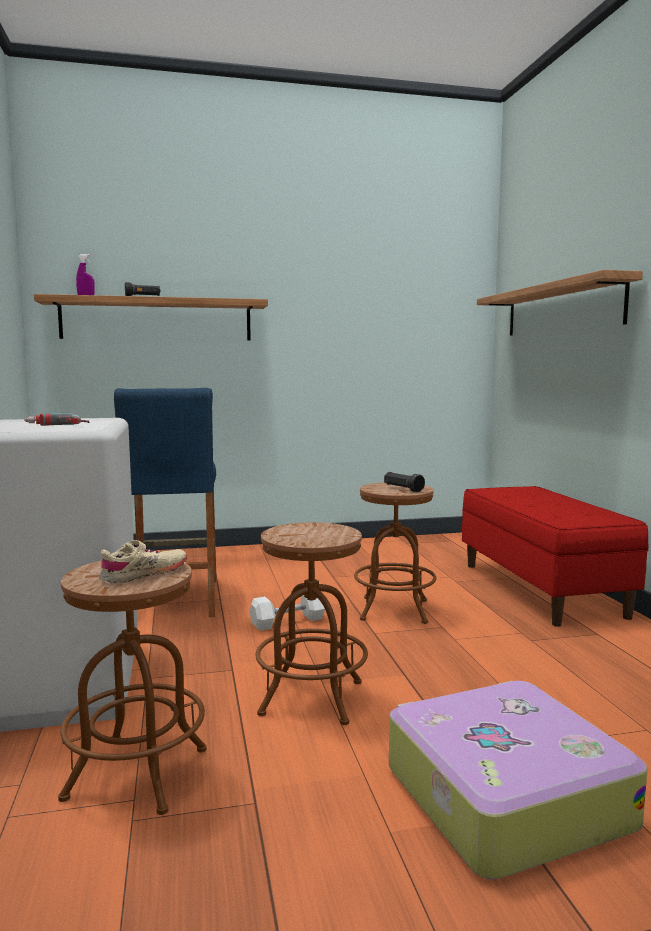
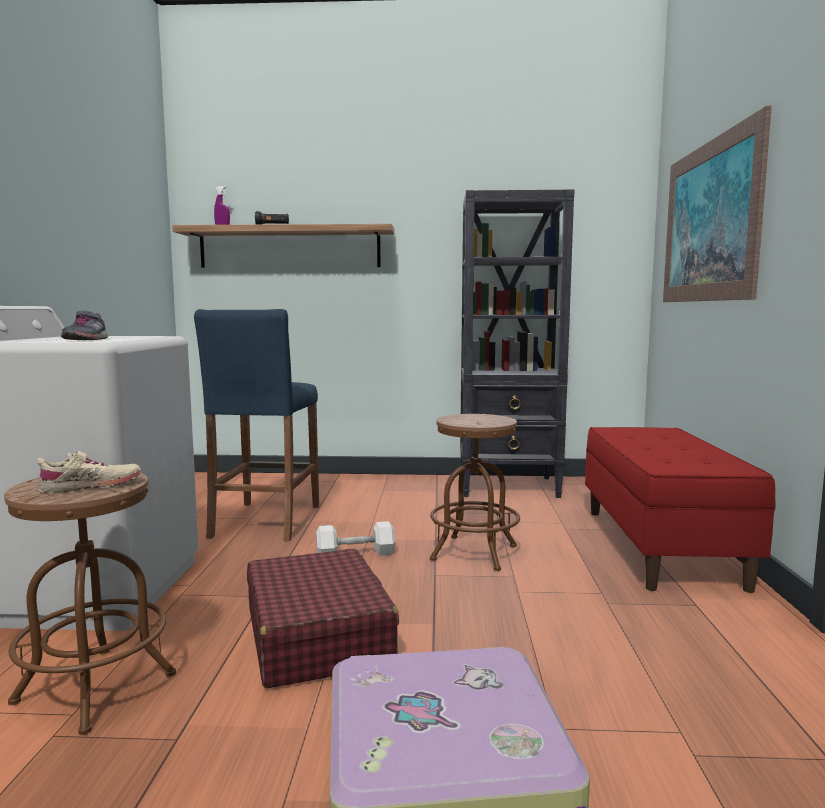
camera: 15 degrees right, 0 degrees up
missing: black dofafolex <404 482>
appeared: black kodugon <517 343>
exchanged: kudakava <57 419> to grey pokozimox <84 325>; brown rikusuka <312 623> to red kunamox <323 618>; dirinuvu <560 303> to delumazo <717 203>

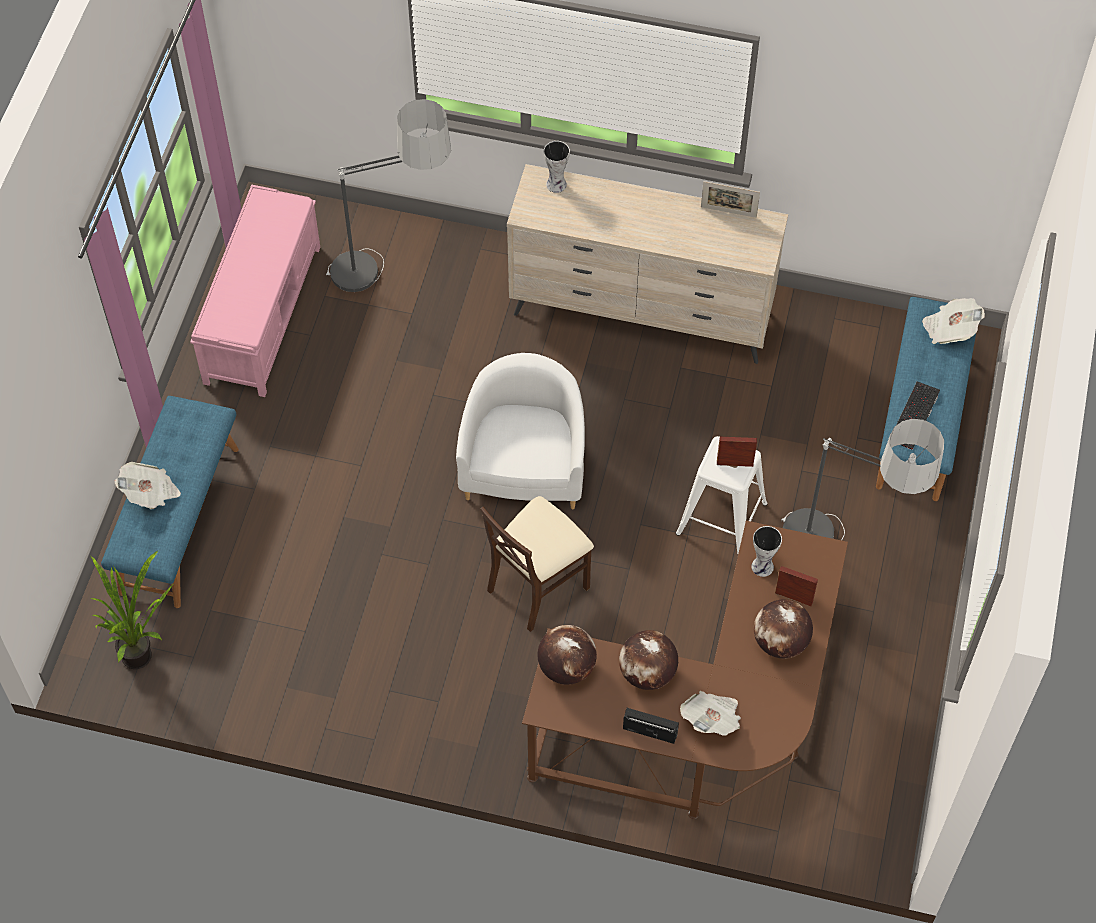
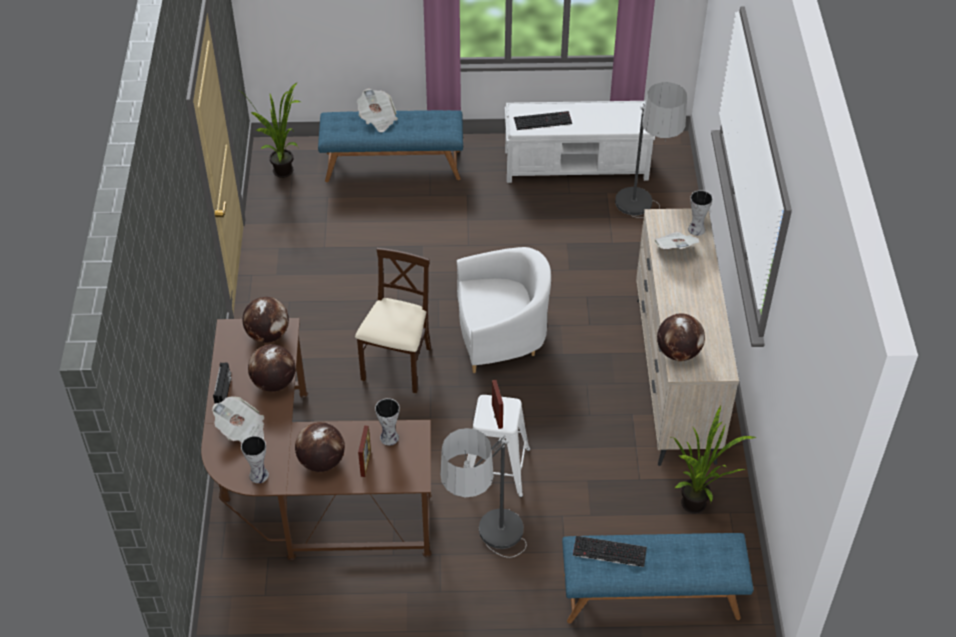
camera: 75 degrees right, 10 degrees down
missing: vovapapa <730 199>
appeared: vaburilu <255 459>; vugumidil <543 120>; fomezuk <681 337>; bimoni <713 459>
relocated: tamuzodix <953 321> to <676 240>
colour: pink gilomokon <255 291> to white gilomokon <580 142>
spun: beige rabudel <537 564> = <393 321> 75 degrees clockwise

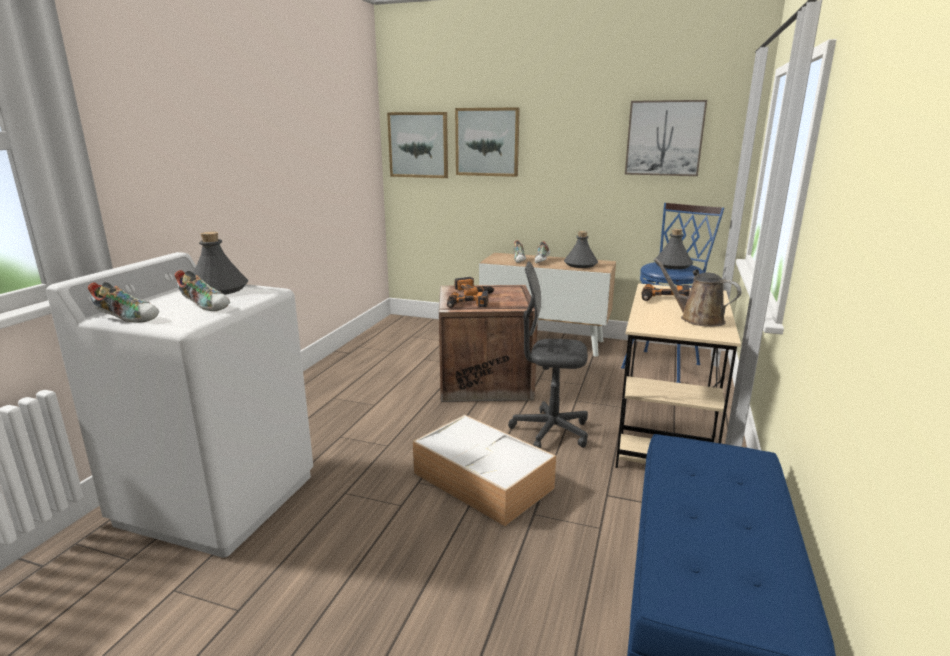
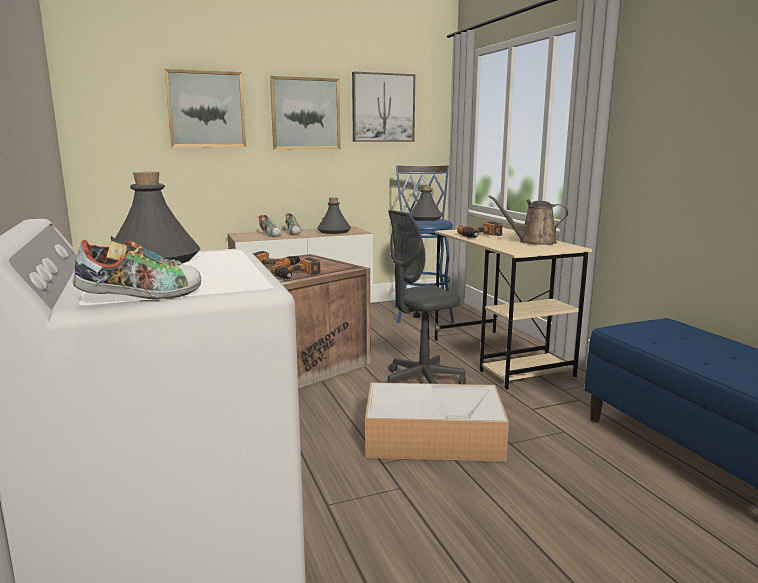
camera: 40 degrees left, 5 degrees down
missing: pokozimox <202 290>
relocated: delumazo <417 145> to <305 112>

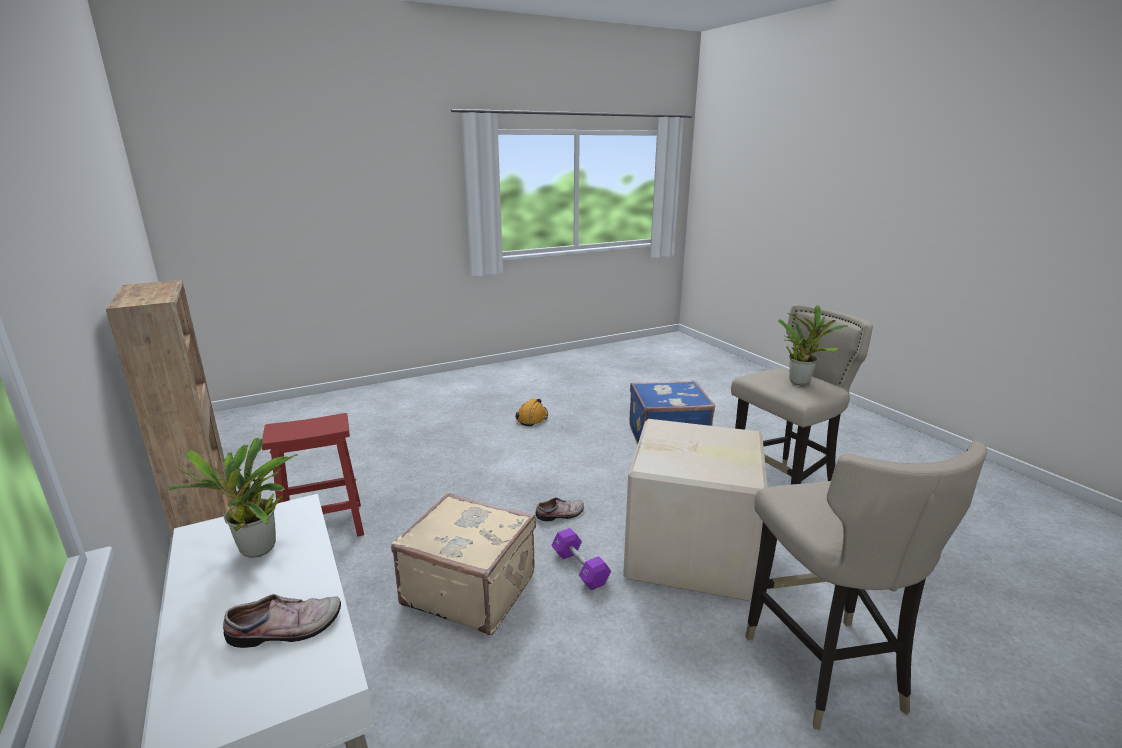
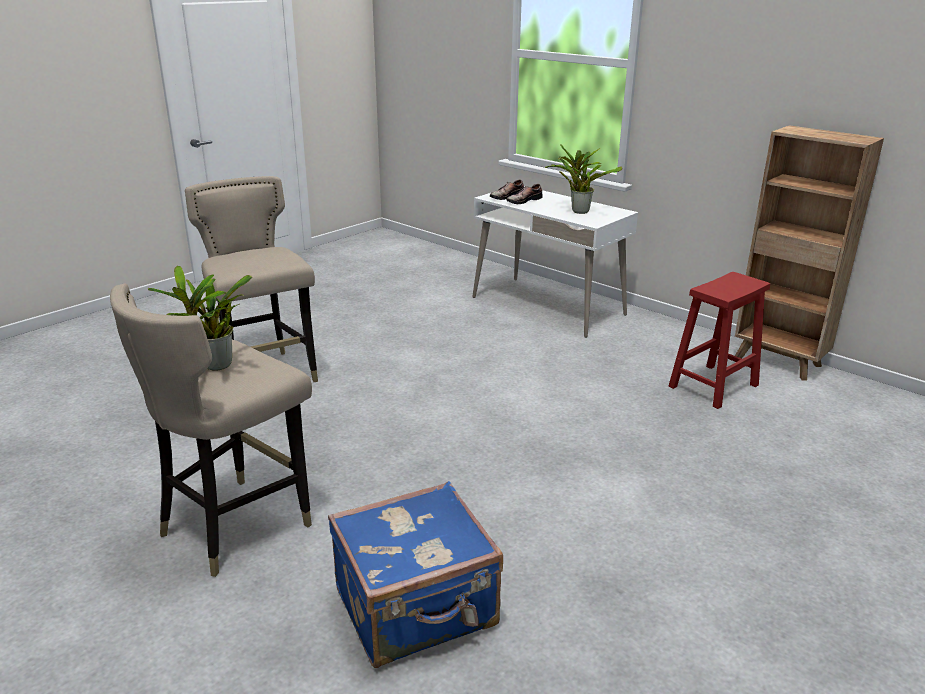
camera: 160 degrees right, 5 degrees up
missing: beige kunamox <463 564>; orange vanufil <531 412>; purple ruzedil <581 559>; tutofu <695 510>
relocated: pokozimox <559 509> to <507 189>

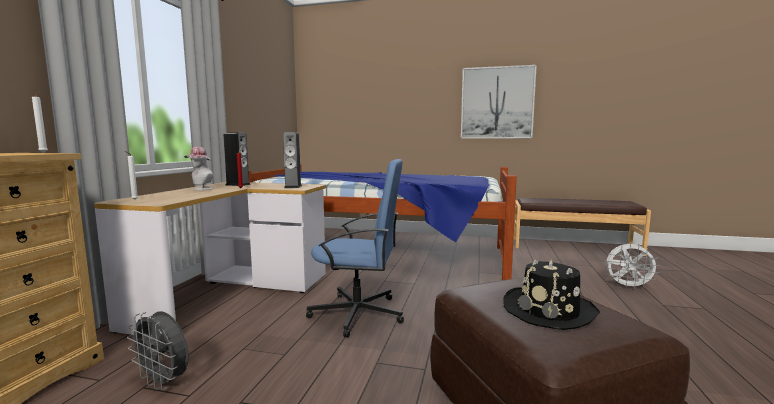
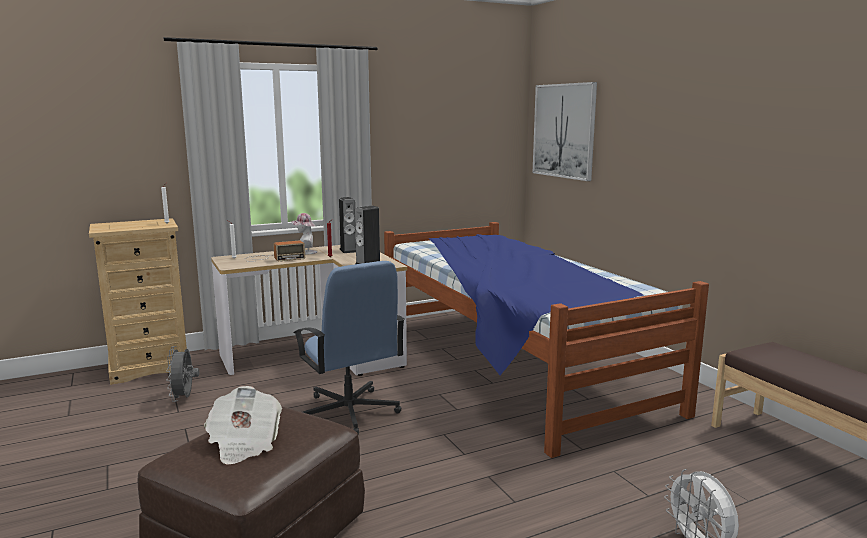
camera: 50 degrees right, 5 degrees up
appeared: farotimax <274 251>
relocated: delumazo <499 102> to <565 131>
exchanged: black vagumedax <552 295> to tamuzodix <243 425>

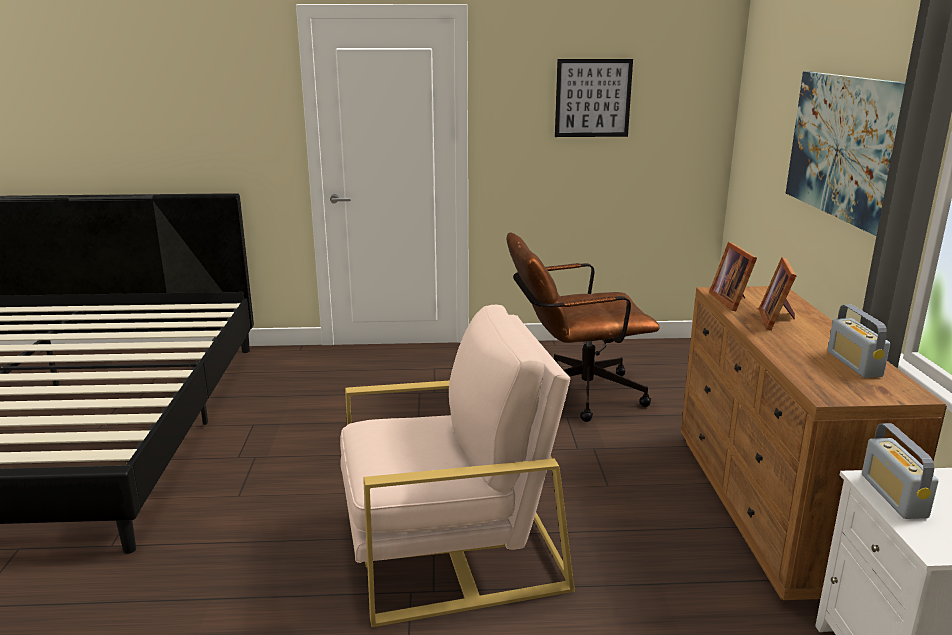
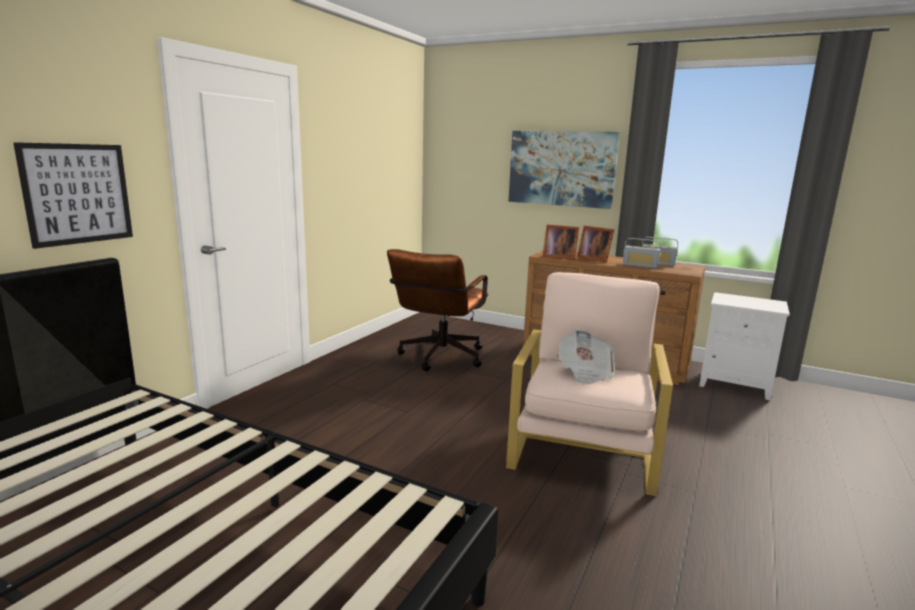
camera: 60 degrees left, 5 degrees down
appeared: tamuzodix <586 357>
relocated: delumazo <594 98> to <73 195>; farotimax <900 471> to <642 253>

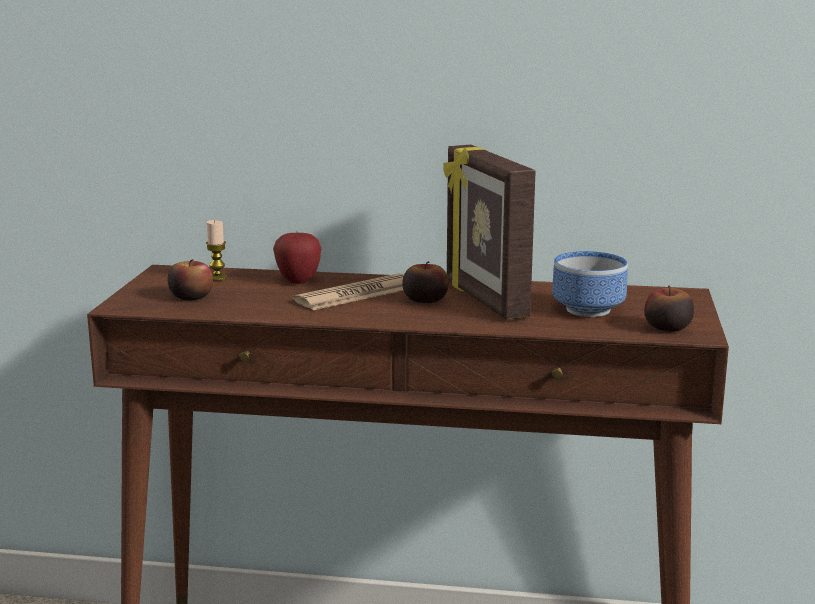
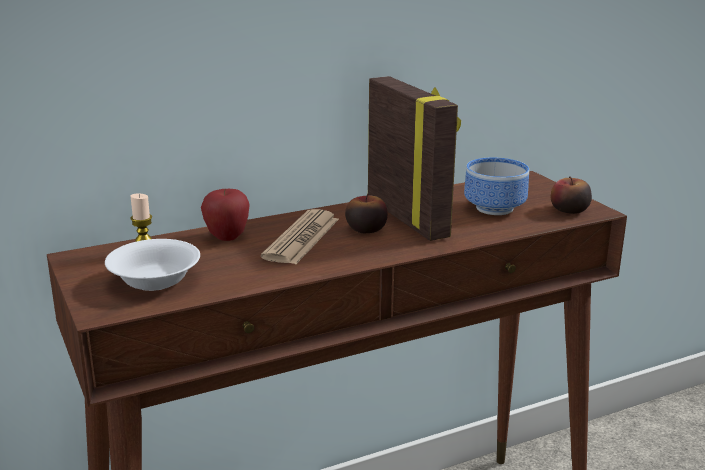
camera: 35 degrees left, 5 degrees up
exchanged: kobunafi <190 280> to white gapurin <152 265>
spun: vovapapa <489 232> = <414 158> 150 degrees counterclockwise

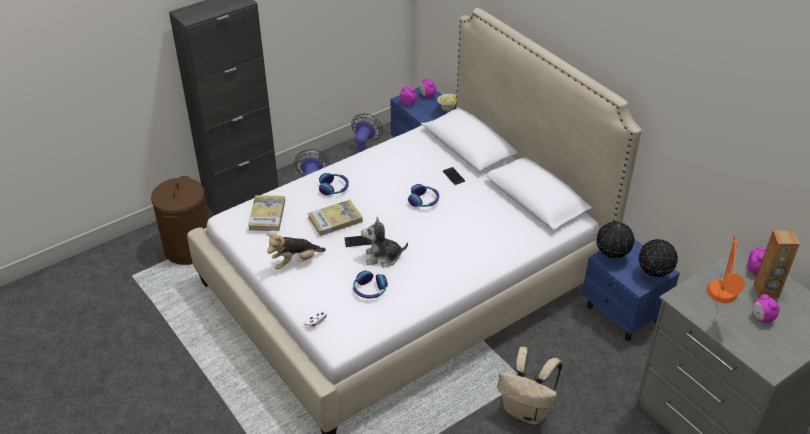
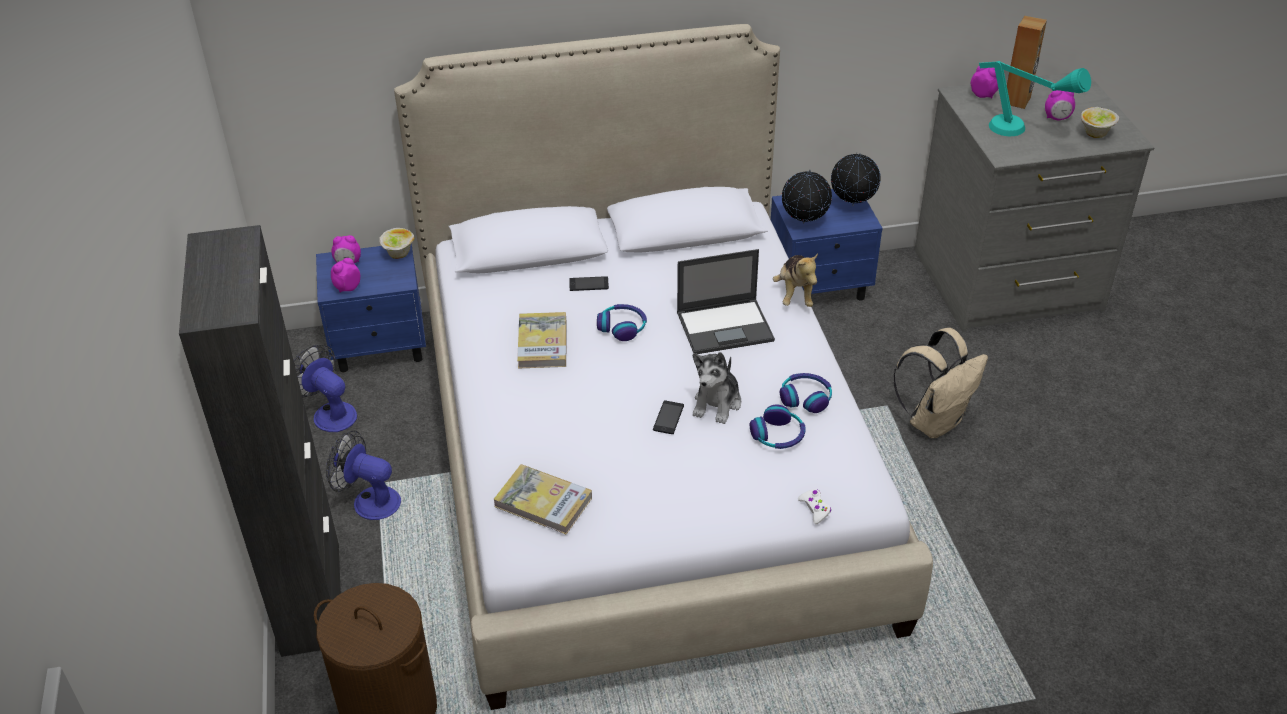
camera: 65 degrees left, 0 degrees up
appeared: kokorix <726 301>; gapurin <1100 122>
relocated: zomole <296 251> to <795 280>; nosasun <335 218> to <541 340>; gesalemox <334 184> to <806 393>
colour: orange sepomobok <726 269> to turquoise sepomobok <1035 98>

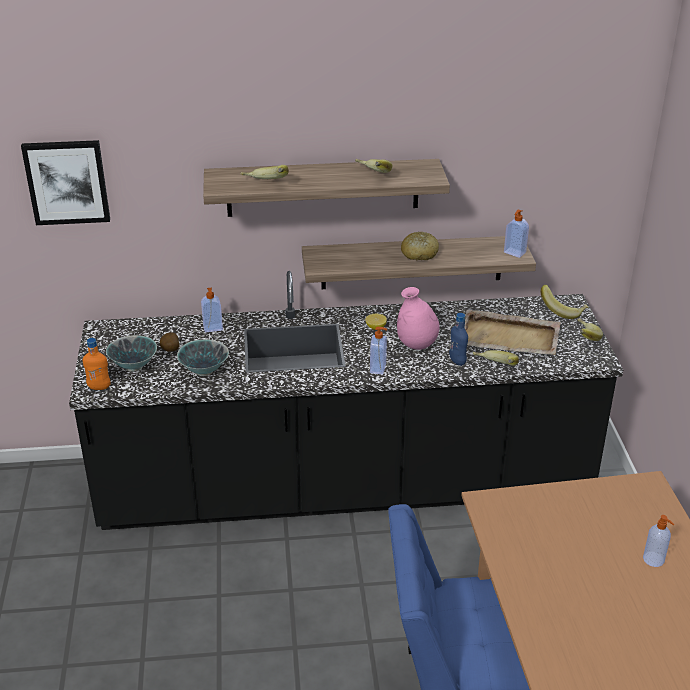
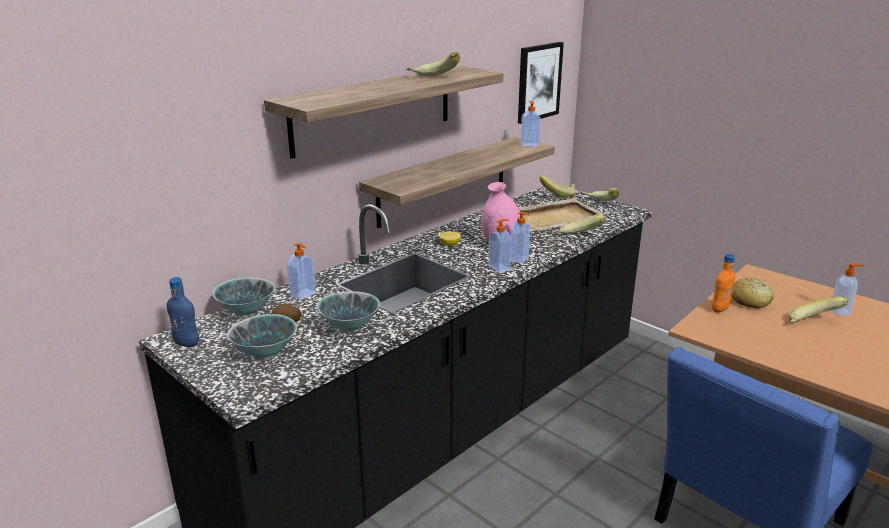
camera: 40 degrees left, 10 degrees down
appeared: gapurin <244 297>; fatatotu <520 238>
relocated: delumazo <65 182> to <541 83>; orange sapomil <97 364> to <723 283>; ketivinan <265 172> to <818 309>; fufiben <420 246> to <752 293>; blue sapomil <458 339> to <183 312>

